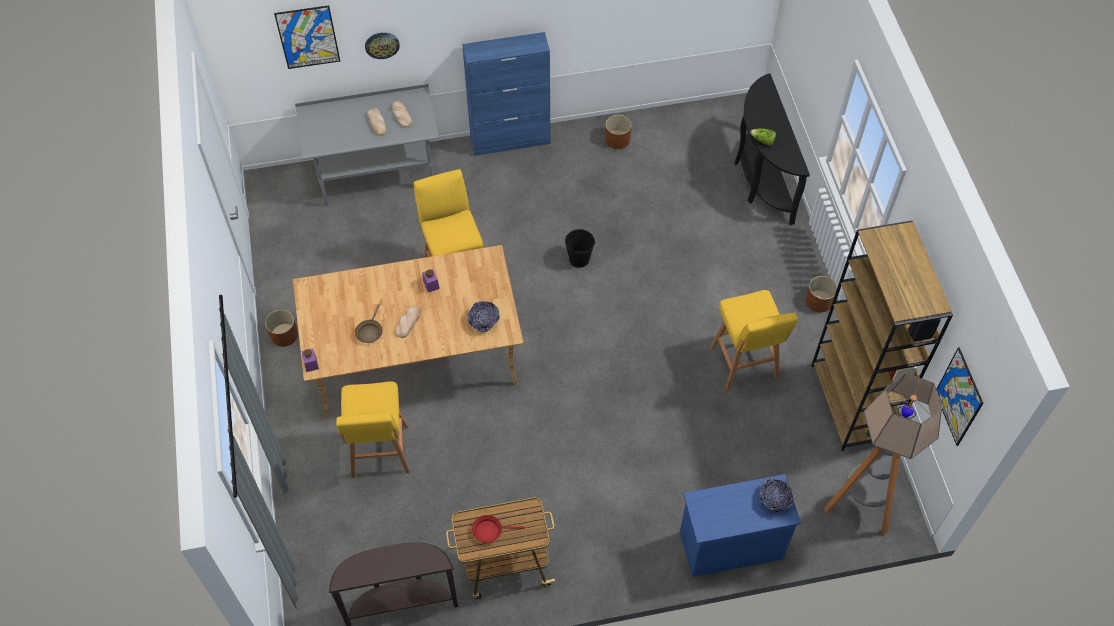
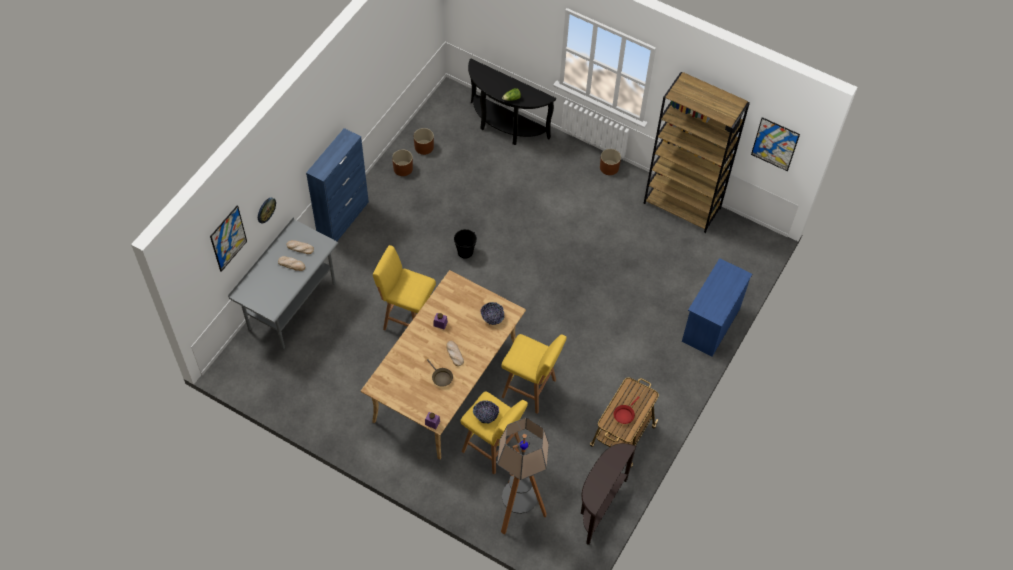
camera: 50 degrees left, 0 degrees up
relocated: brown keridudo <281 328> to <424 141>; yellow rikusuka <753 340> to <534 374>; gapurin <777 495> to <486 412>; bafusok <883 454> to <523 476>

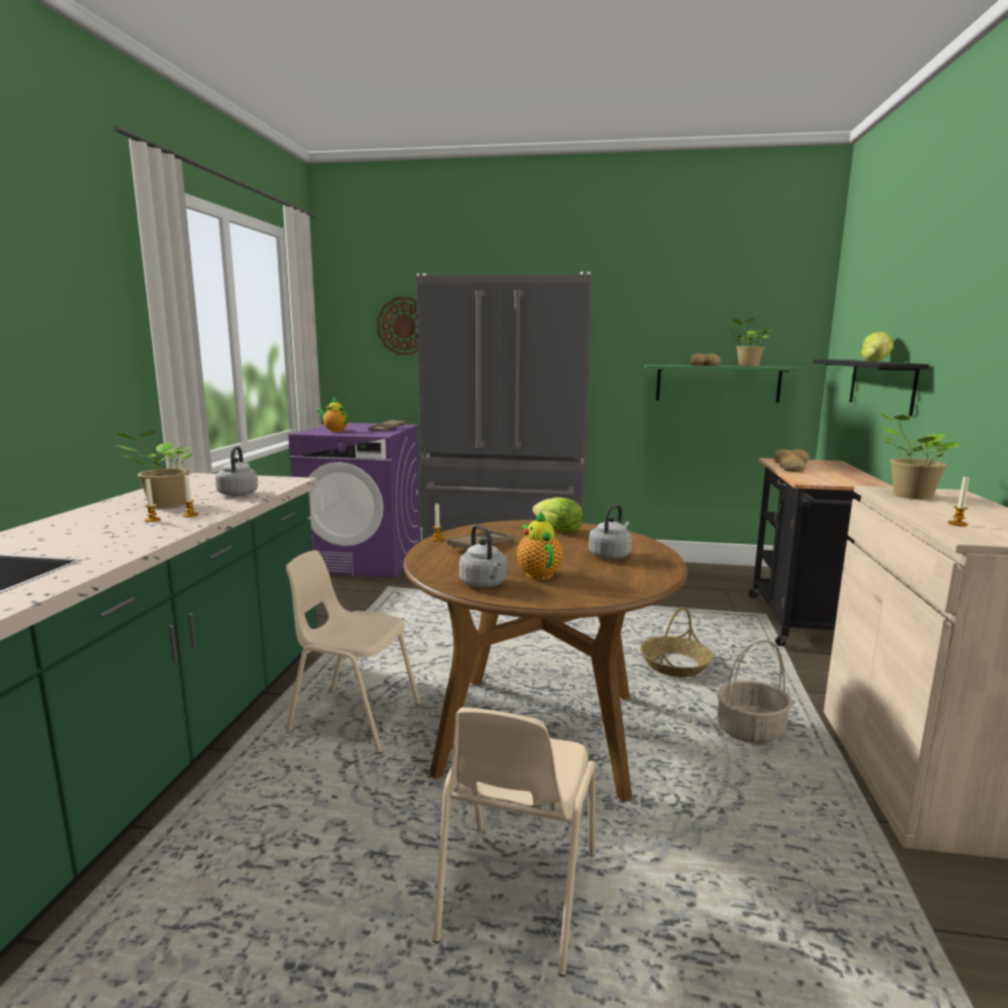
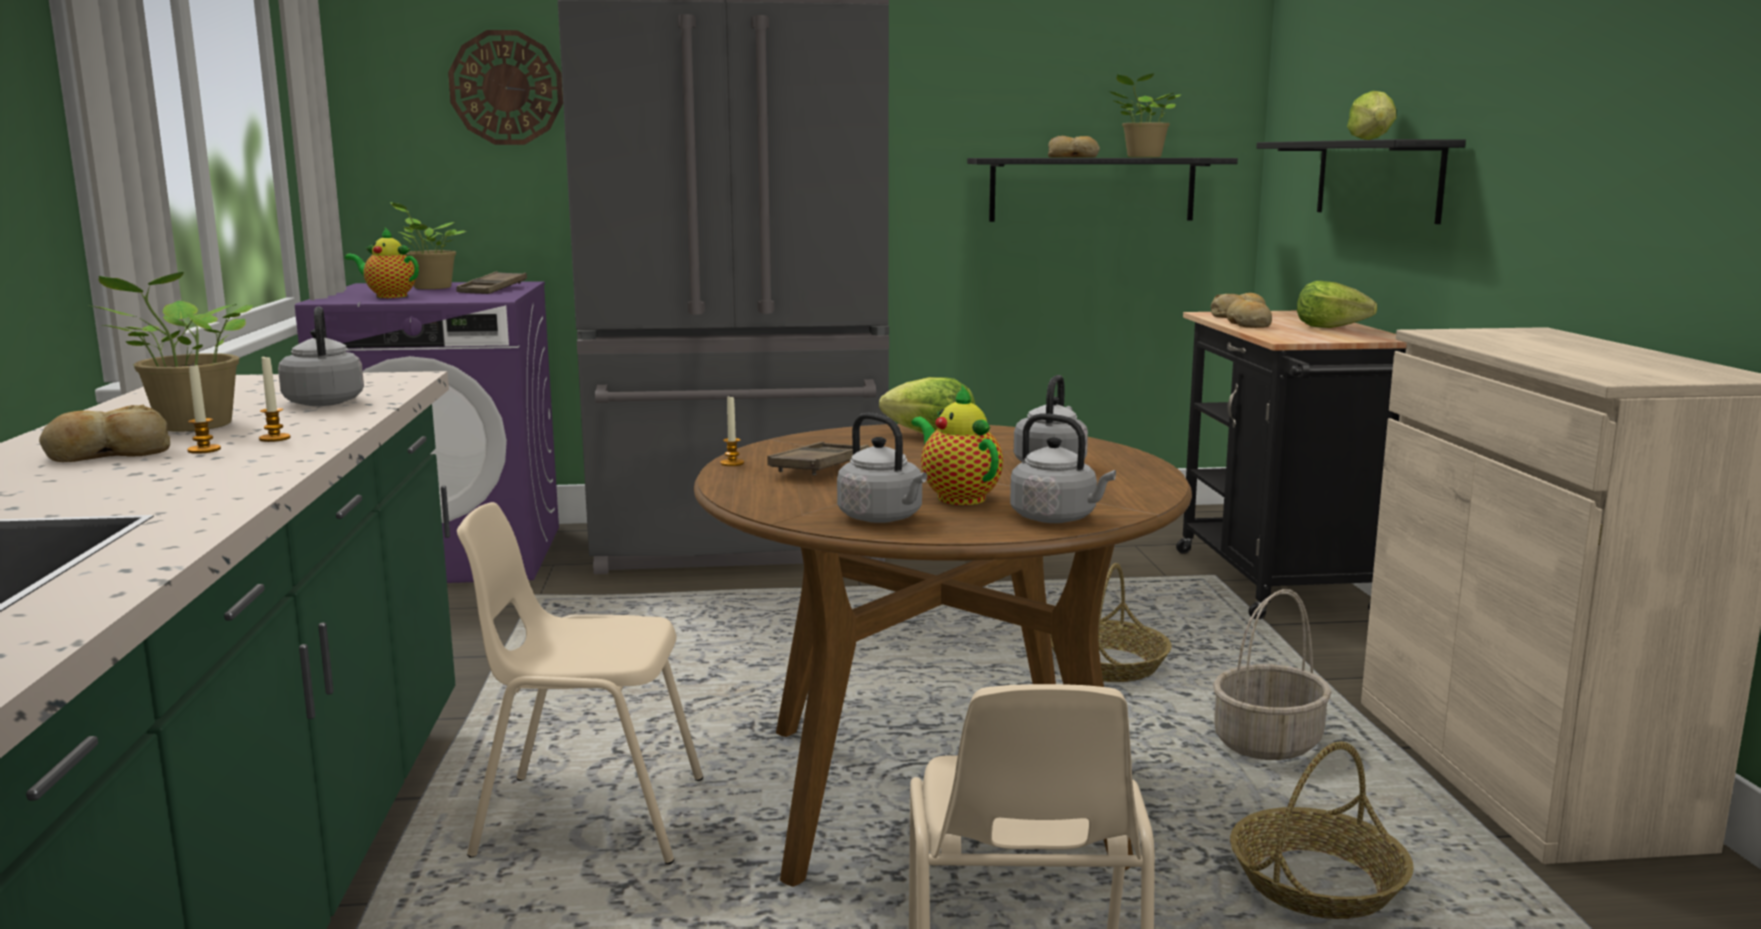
camera: 15 degrees left, 0 degrees up
missing: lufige <958 500>
appeared: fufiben <104 433>; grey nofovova <1063 468>; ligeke <1322 830>; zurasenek <1337 304>
relocated: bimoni <918 455> to <428 245>
colour: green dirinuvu <725 384> to black dirinuvu <1102 190>

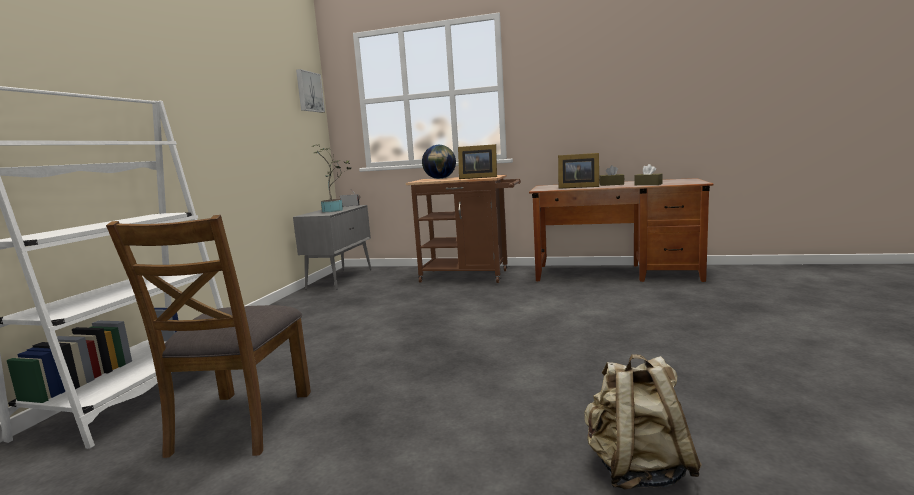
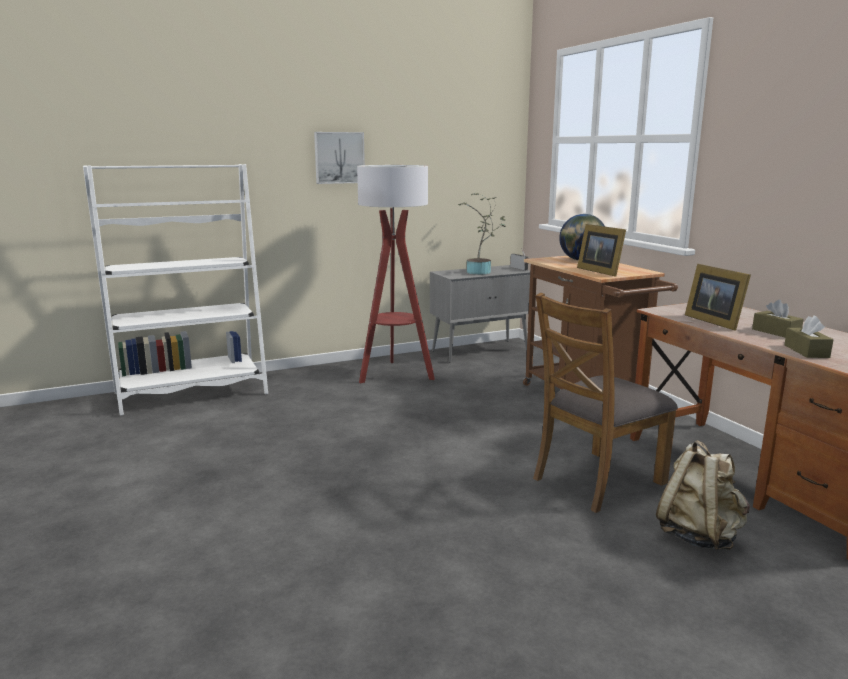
camera: 50 degrees right, 5 degrees up
appeared: bafusok <396 274>
relocated: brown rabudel <208 336> to <605 403>; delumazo <310 91> to <339 158>; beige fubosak <643 422> to <703 495>

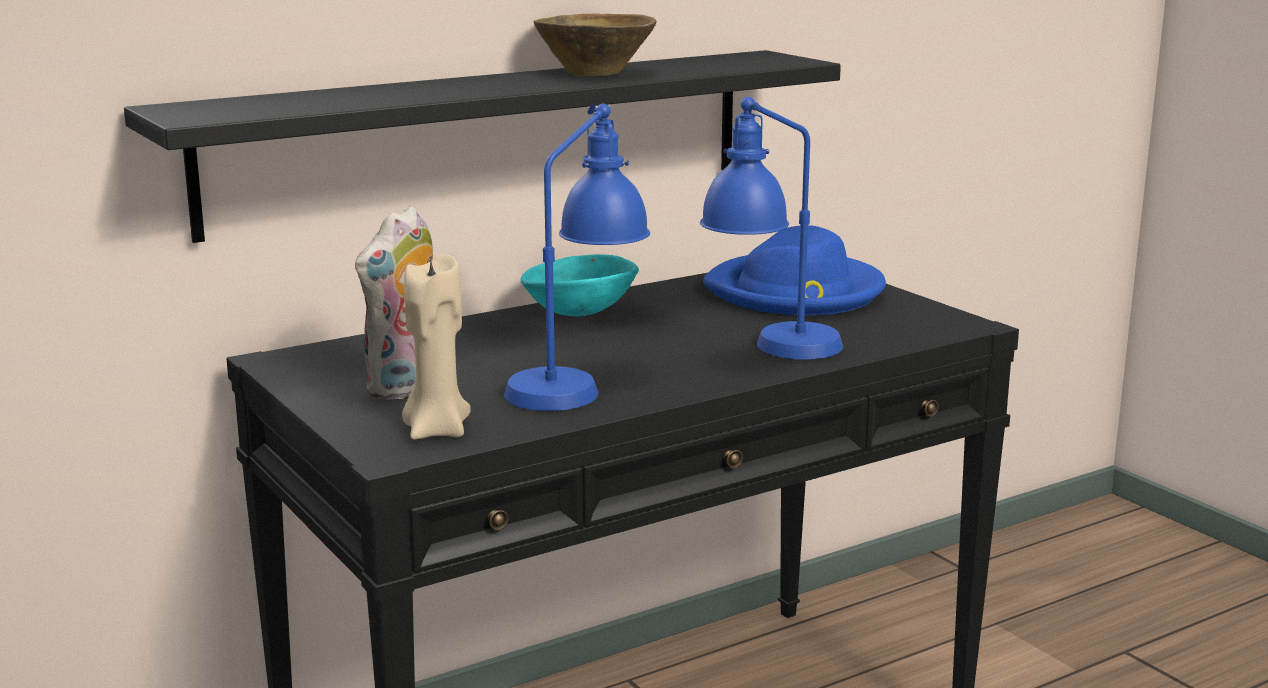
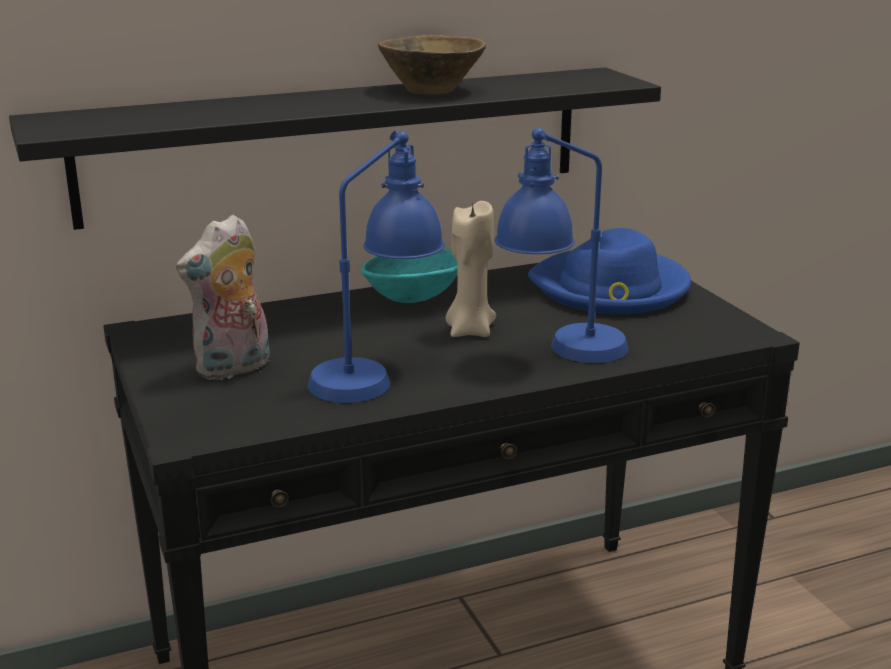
camera: 10 degrees right, 5 degrees up
relocated: beige lufige <436 347> to <471 269>

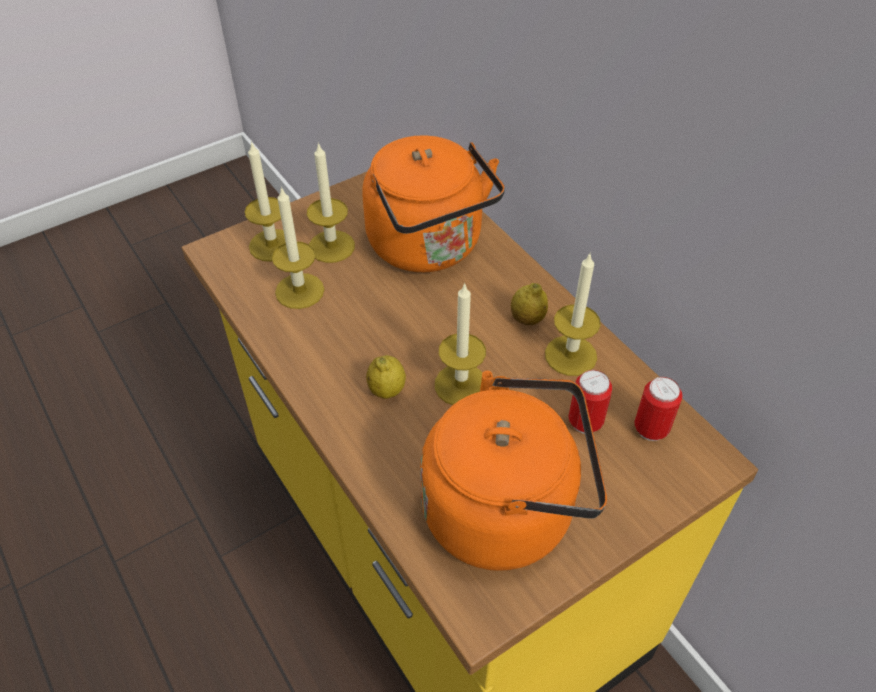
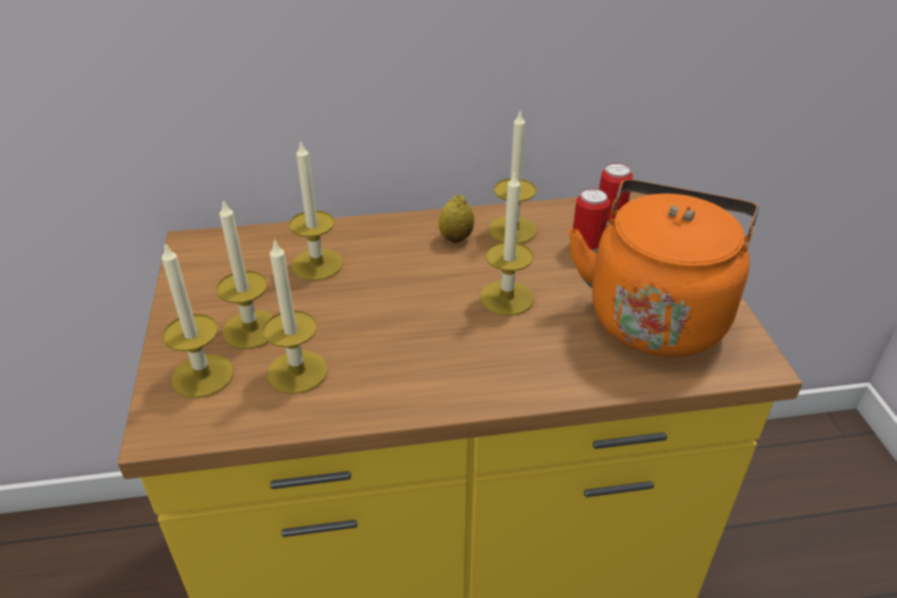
camera: 65 degrees left, 10 degrees down
missing: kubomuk <386 377>
exchanged: orange nofovova <433 203> to lufige <316 210>

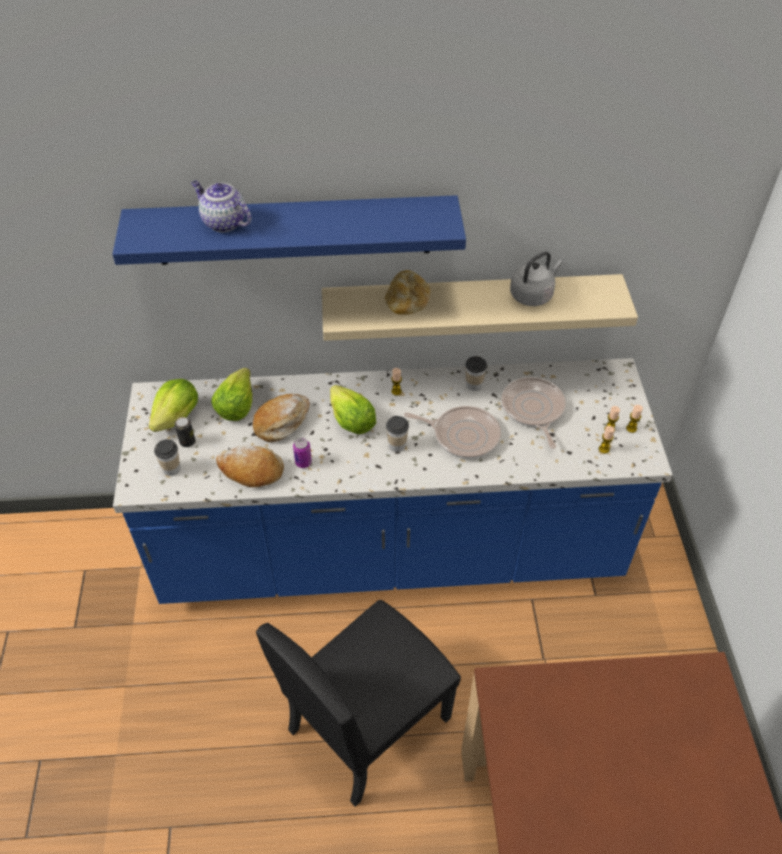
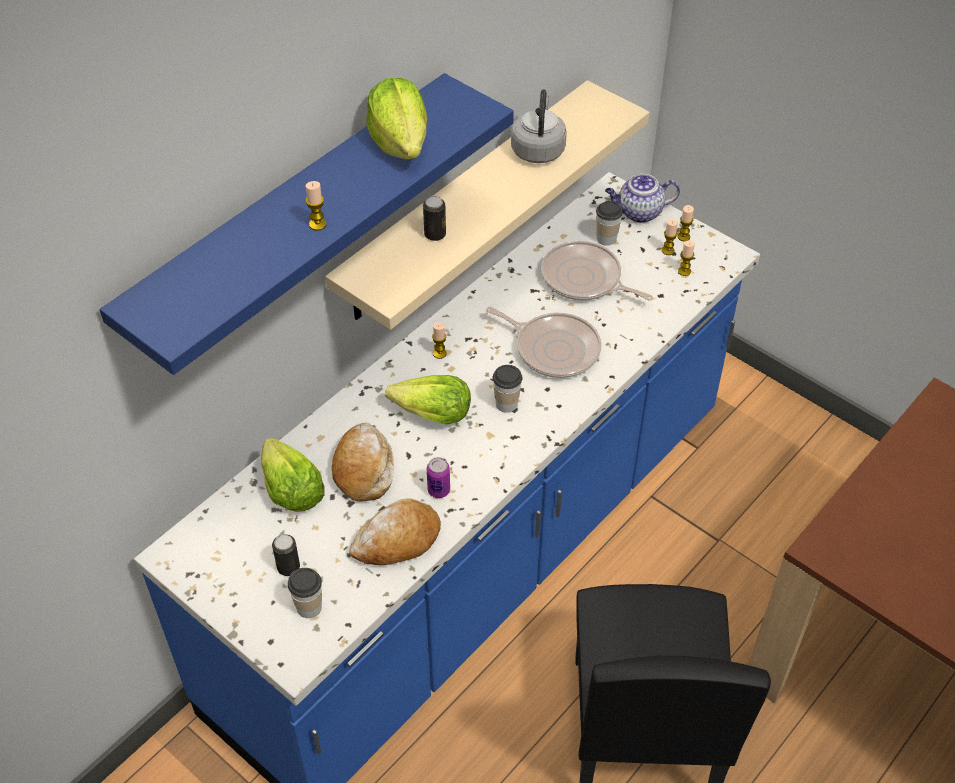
camera: 45 degrees left, 0 degrees up
appeared: lufige <316 206>
relocated: zurasenek <173 405> to <396 118>; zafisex <221 206> to <642 198>; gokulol <476 373> to <609 223>
exchanged: fufiben <407 292> to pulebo <434 218>
spun: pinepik <452 432> = <543 342> 60 degrees clockwise

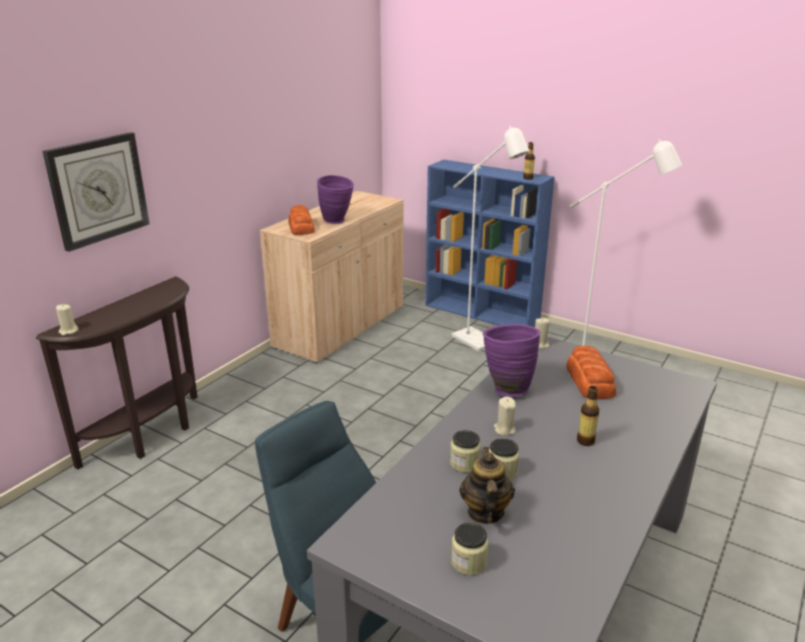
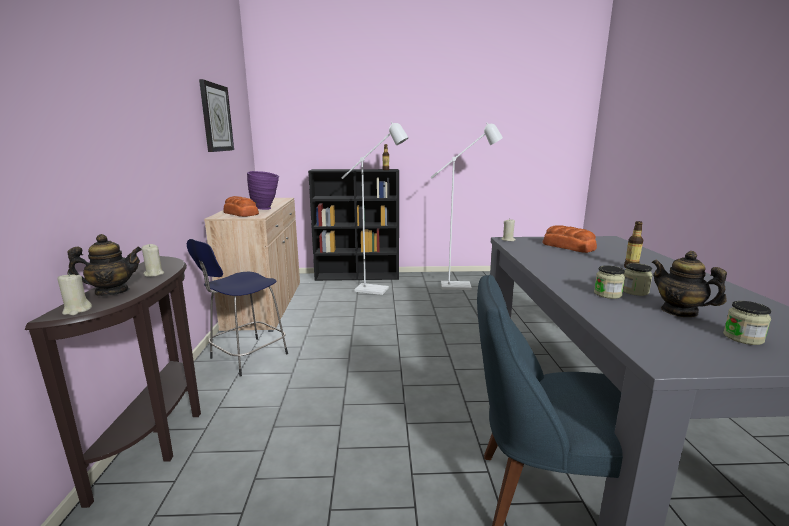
camera: 35 degrees left, 10 degrees down
missing: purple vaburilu <511 360>
appeared: zafisex <104 265>; blue rikusuka <237 308>
relocated: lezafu <96 192> to <216 115>; beige lufige <505 416> to <153 260>
colour: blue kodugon <489 243> to black kodugon <353 225>

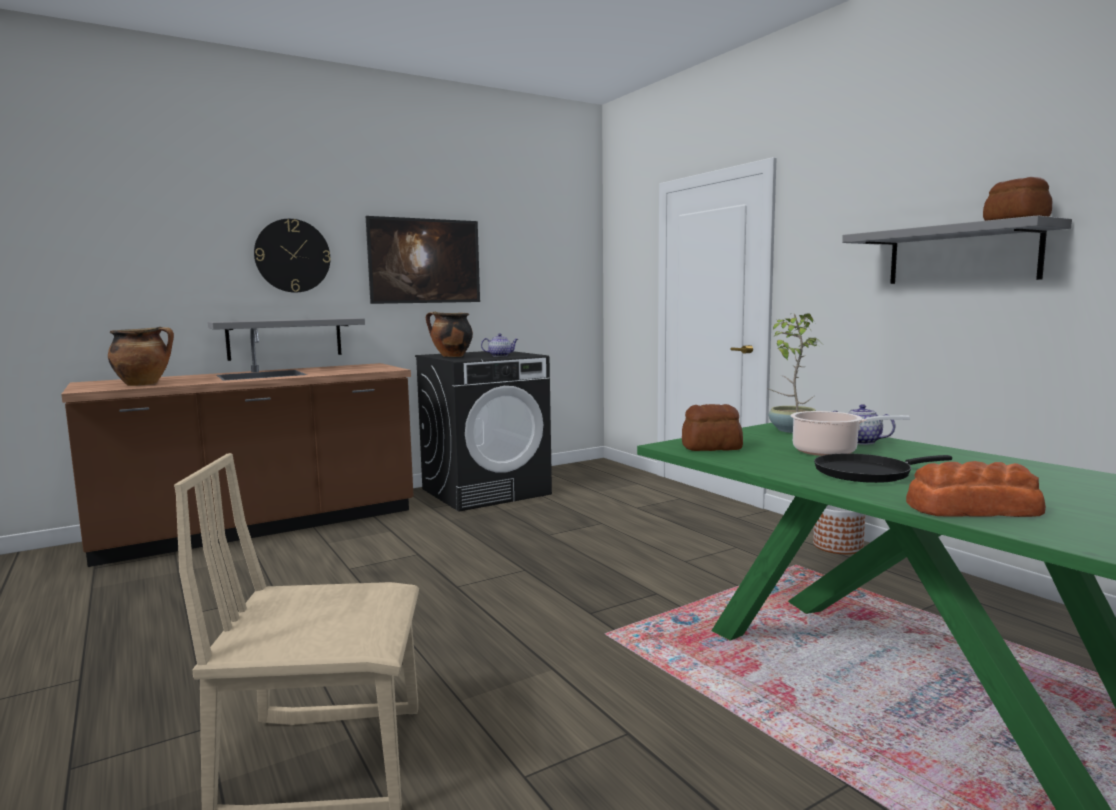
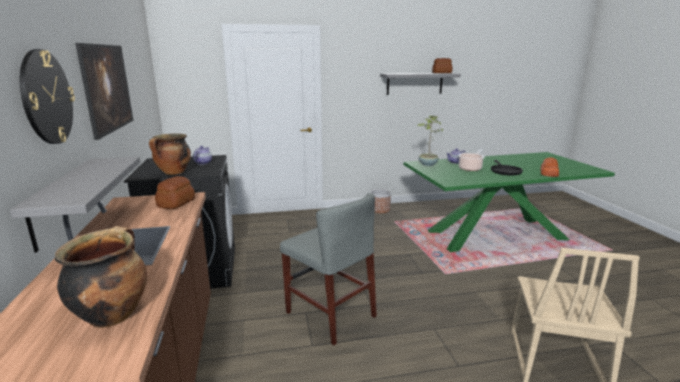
camera: 70 degrees left, 10 degrees up
appeared: grey rabudel <328 269>
relocated: fufiben <712 427> to <175 192>

